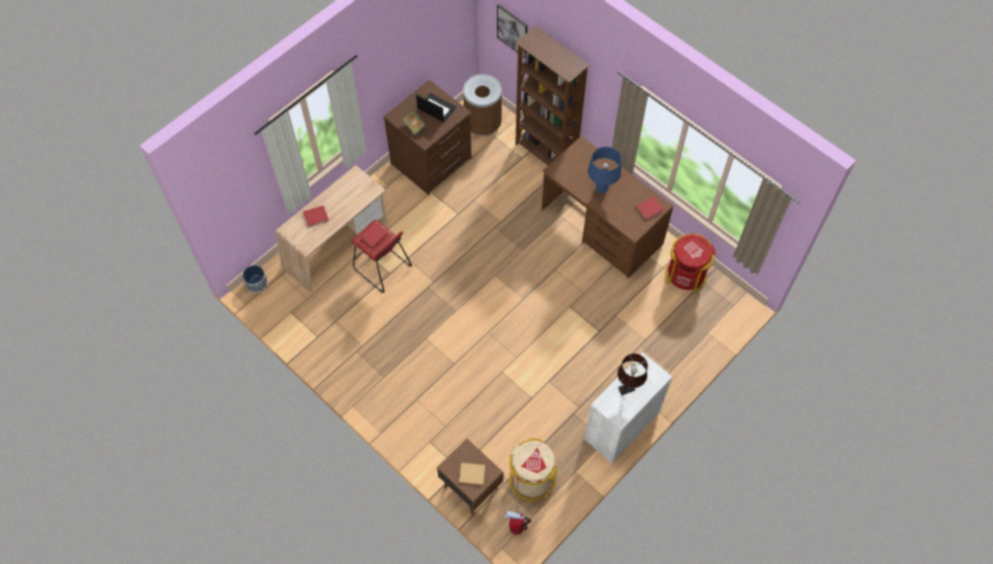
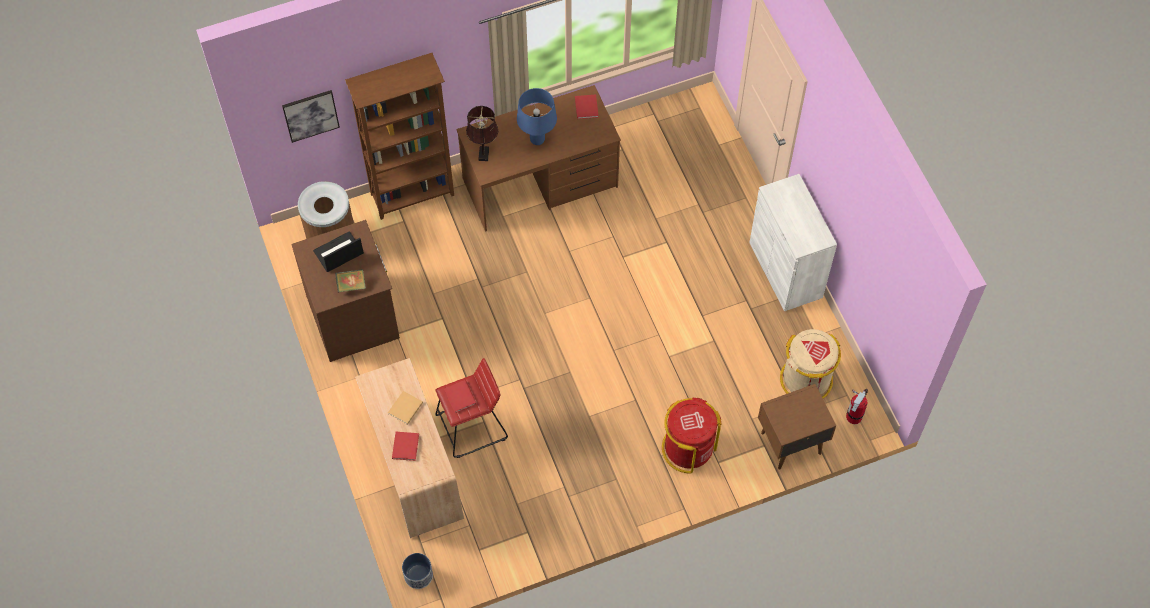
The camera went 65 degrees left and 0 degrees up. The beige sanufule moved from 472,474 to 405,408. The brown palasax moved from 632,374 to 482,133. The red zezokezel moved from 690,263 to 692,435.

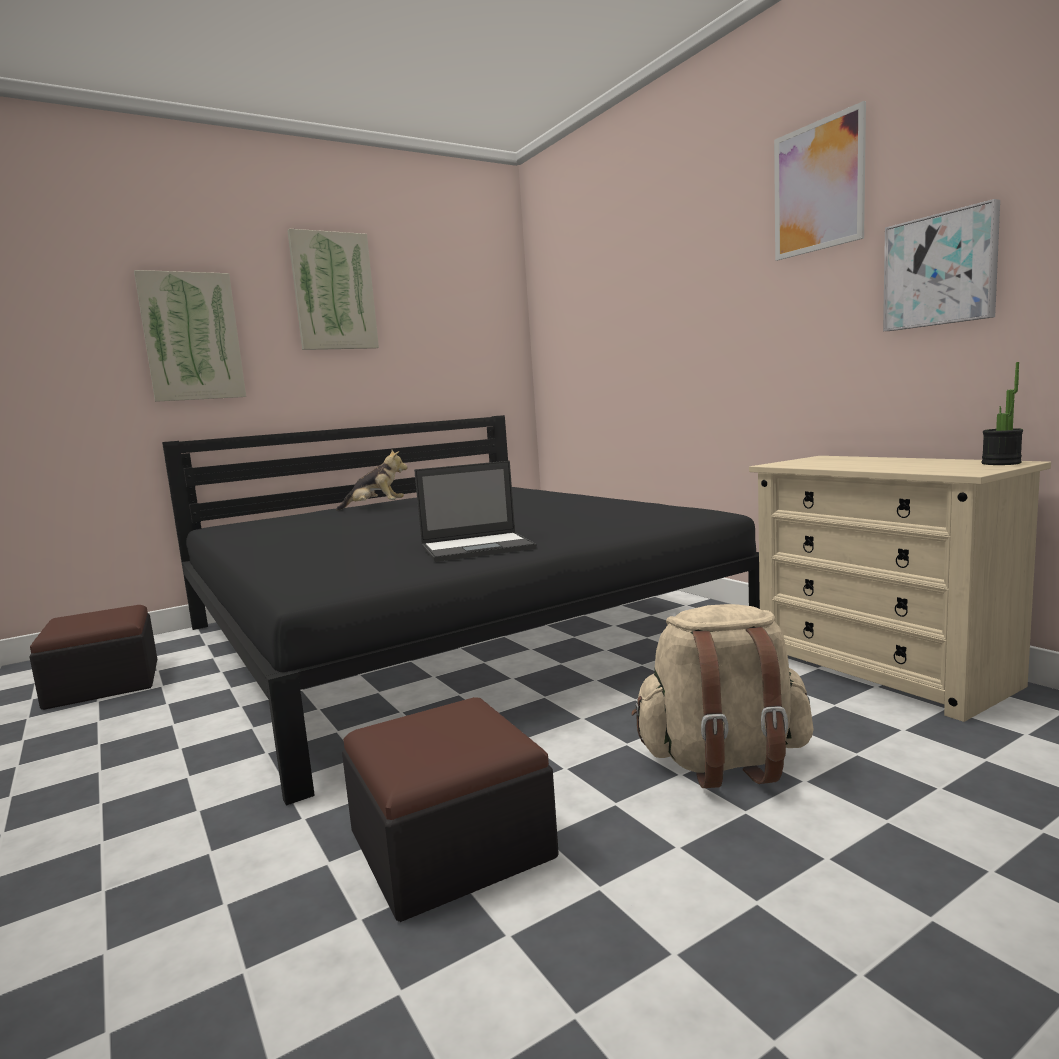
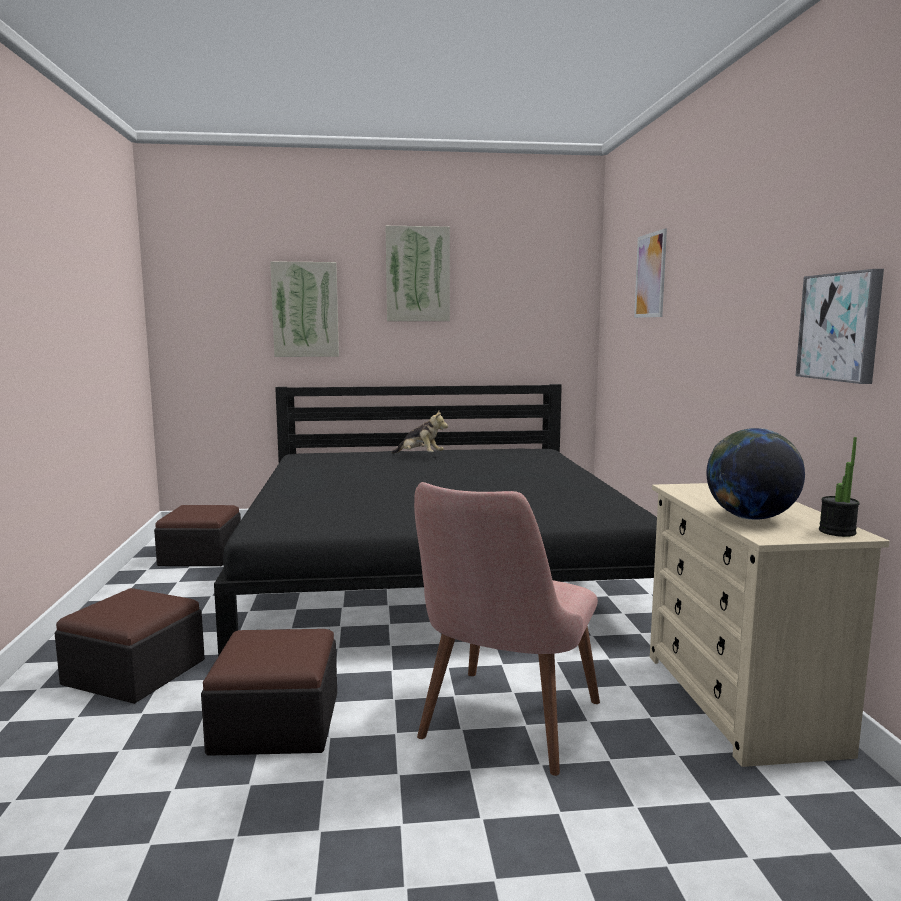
The camera went 25 degrees right and 0 degrees up. The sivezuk at 130,646 appeared. The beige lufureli at 722,696 was replaced by the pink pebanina at 507,629. The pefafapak moved from 820,181 to 650,273. The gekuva at 755,473 appeared. The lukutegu at 475,511 disappeared.

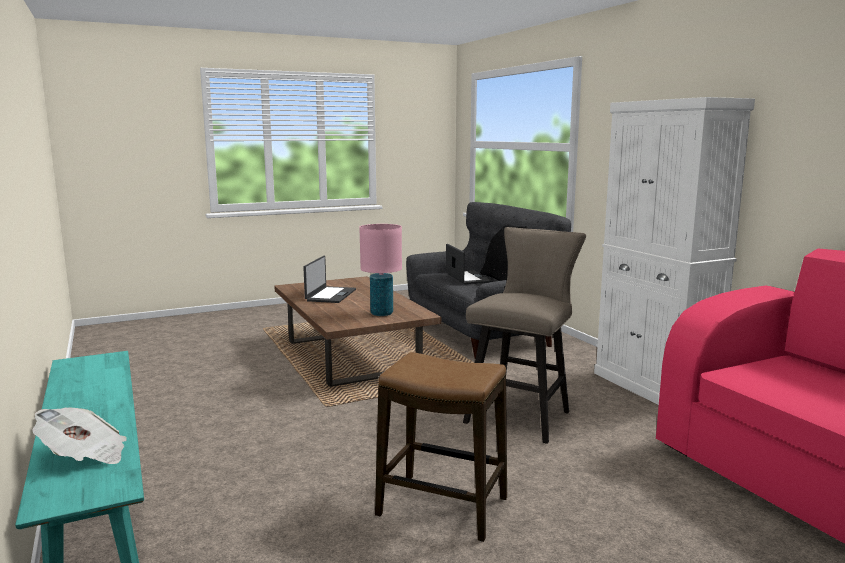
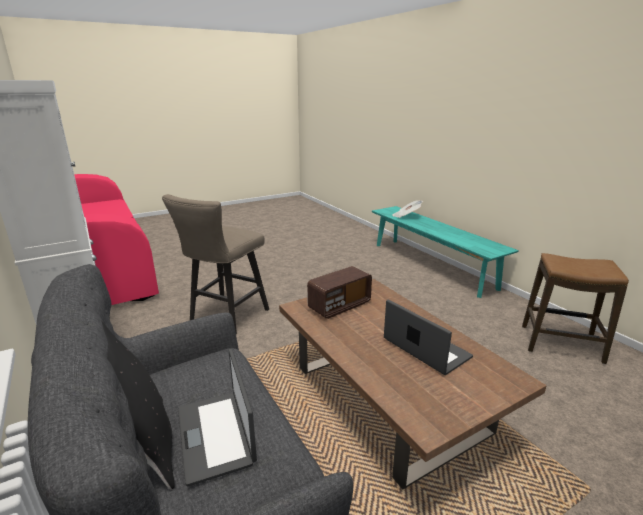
The camera went 175 degrees right and 10 degrees up. The pink palasax at 380,270 was replaced by the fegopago at 339,292. The lukutegu at 329,279 turned 135 degrees clockwise. The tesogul moved from 441,447 to 575,308.

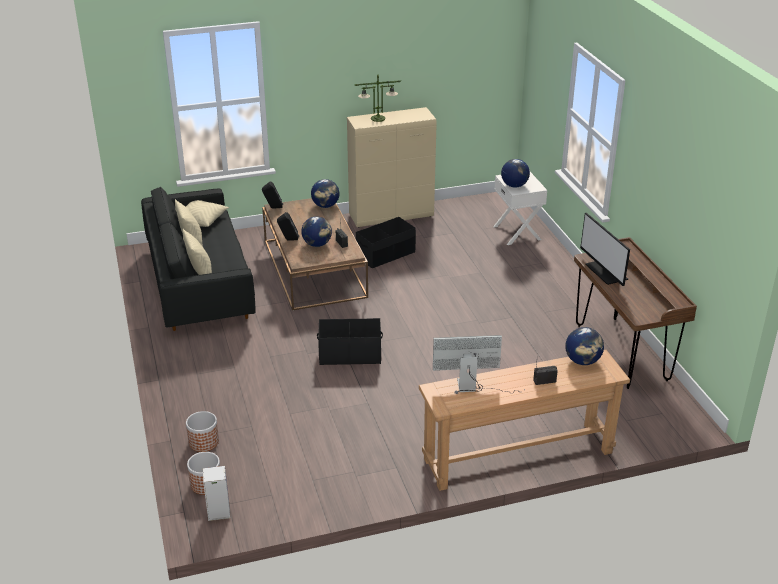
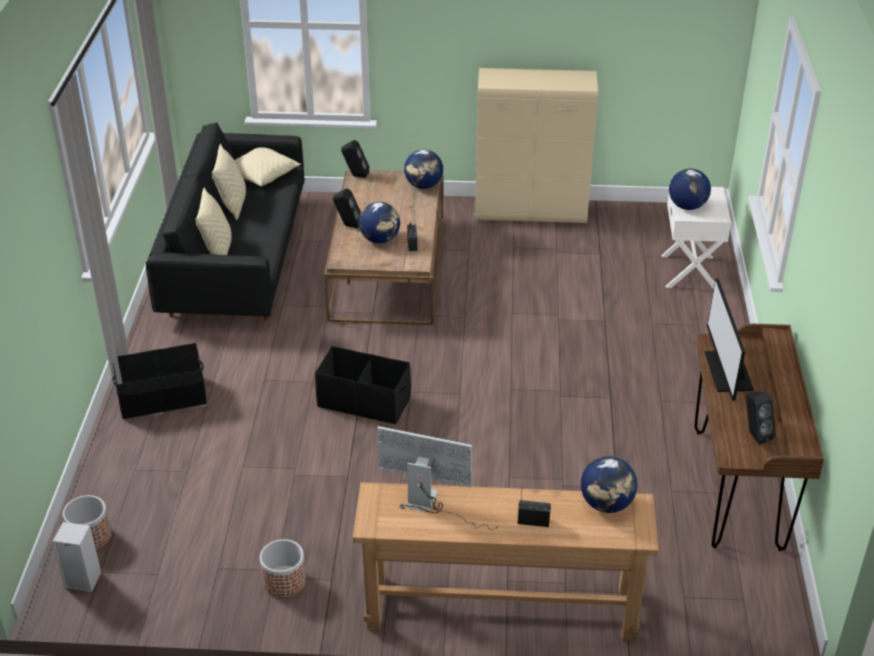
The camera went 20 degrees right and 5 degrees up. The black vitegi moved from 386,243 to 160,381. The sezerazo moved from 202,431 to 283,568. The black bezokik at 761,418 appeared. The palasax at 378,98 disappeared.

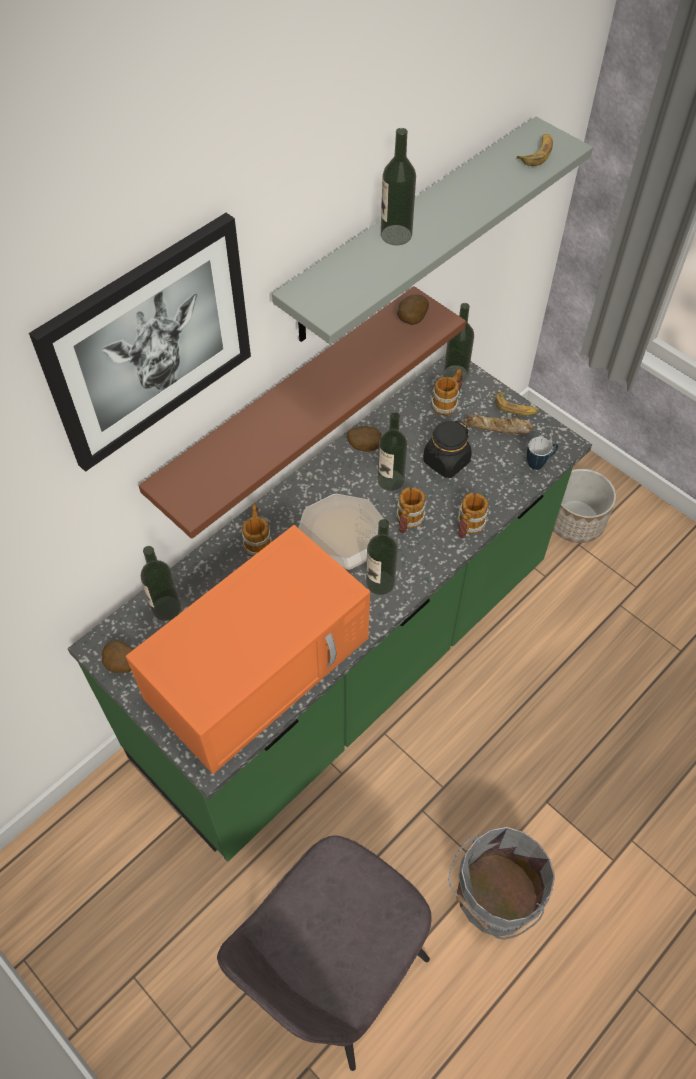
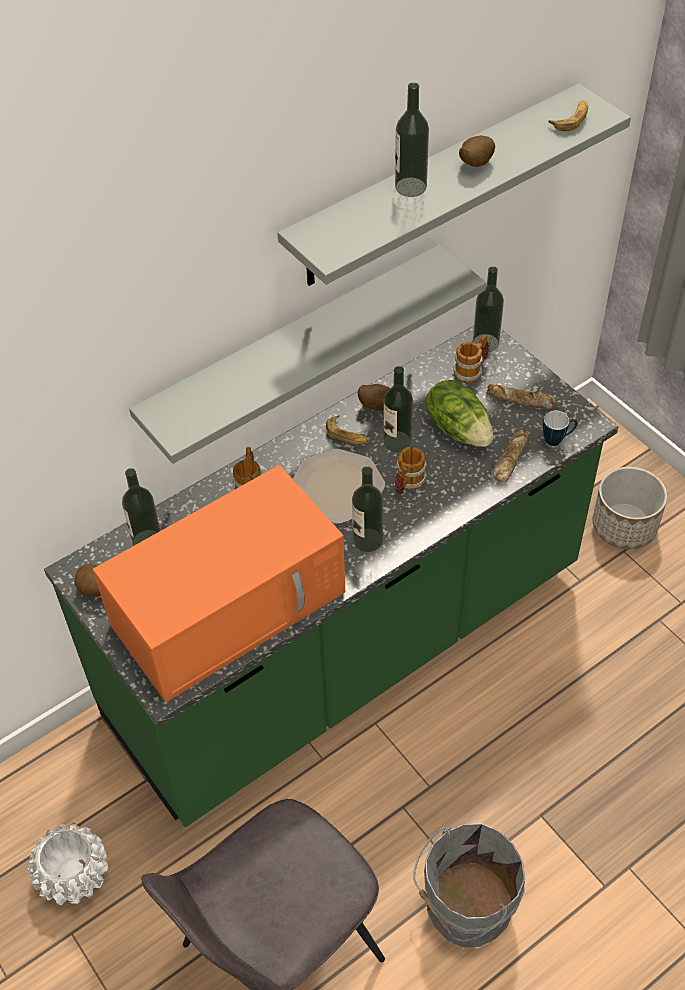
The camera went 10 degrees right and 5 degrees down. The white sezerazo at 68,863 appeared. The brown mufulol at 302,412 became the grey mufulol at 307,354. The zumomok moved from 517,403 to 348,429. The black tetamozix at 447,449 was replaced by the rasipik at 459,413. The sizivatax moved from 413,309 to 477,151. The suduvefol at 512,455 appeared. The pefafapak at 140,342 disappeared. The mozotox at 473,515 disappeared.

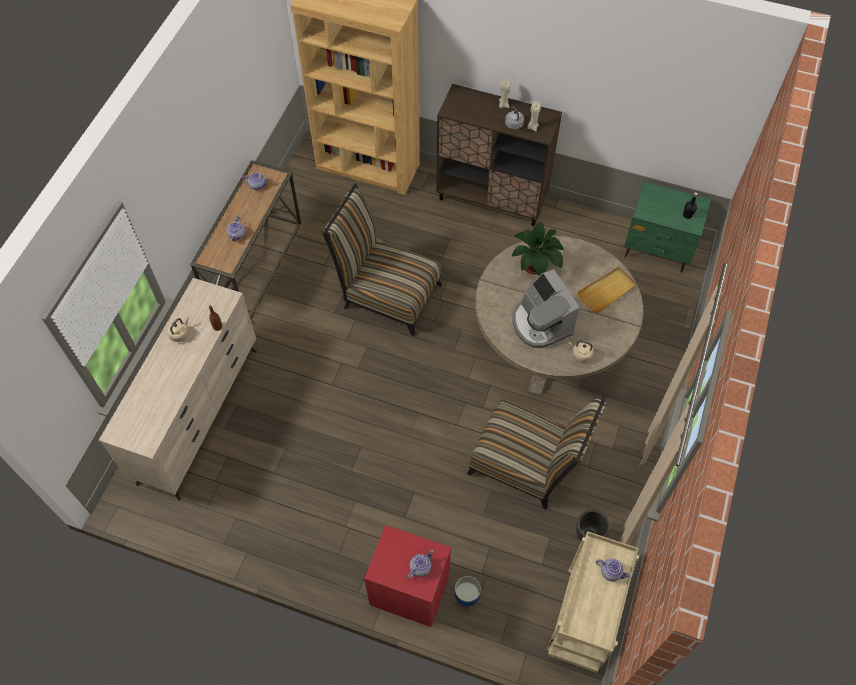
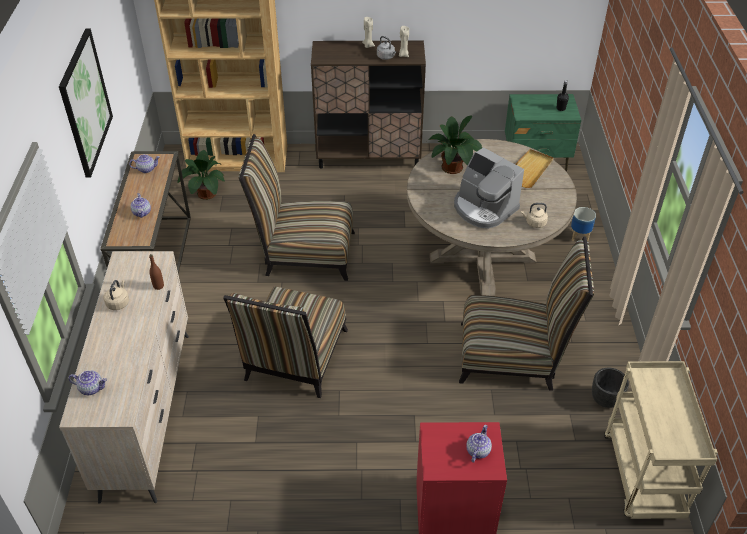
The camera went 20 degrees left and 15 degrees down. The pefafapak at 86,102 appeared. The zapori moved from 613,570 to 87,382. The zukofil at 201,175 appeared. The pebanina at 285,342 appeared. The sezerazo moved from 467,593 to 583,224.

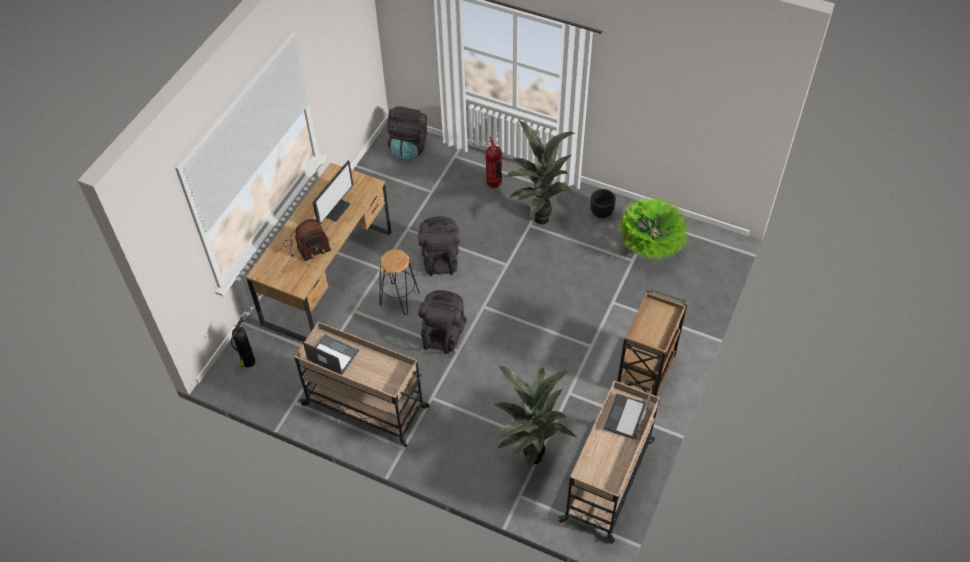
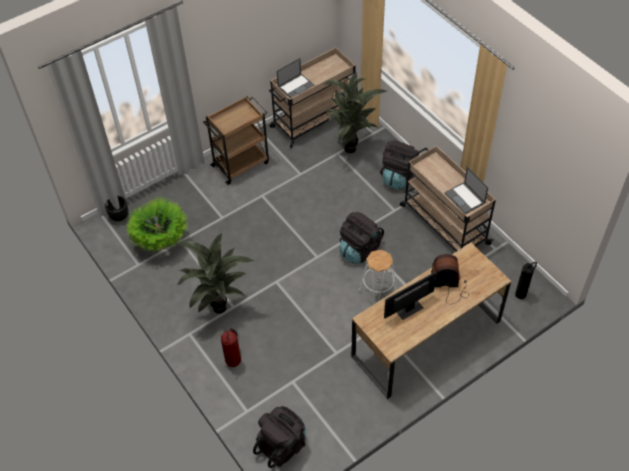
The camera went 150 degrees left and 0 degrees up. The black sezerazo moved from 603,204 to 116,208. The black tesogul at 399,282 became the white tesogul at 377,277. The black lufureli moved from 438,246 to 399,164.

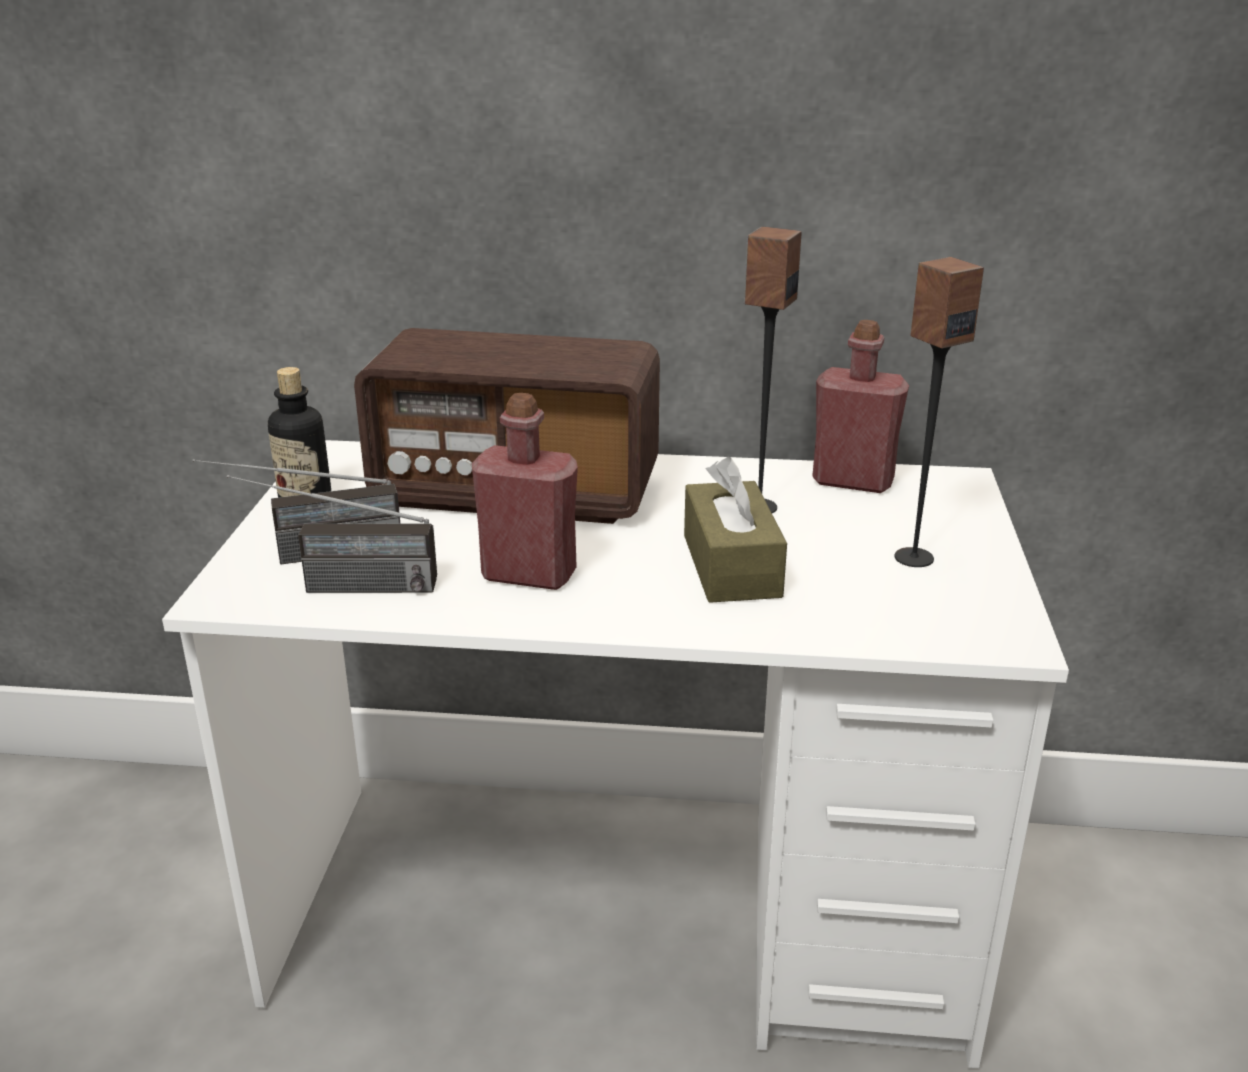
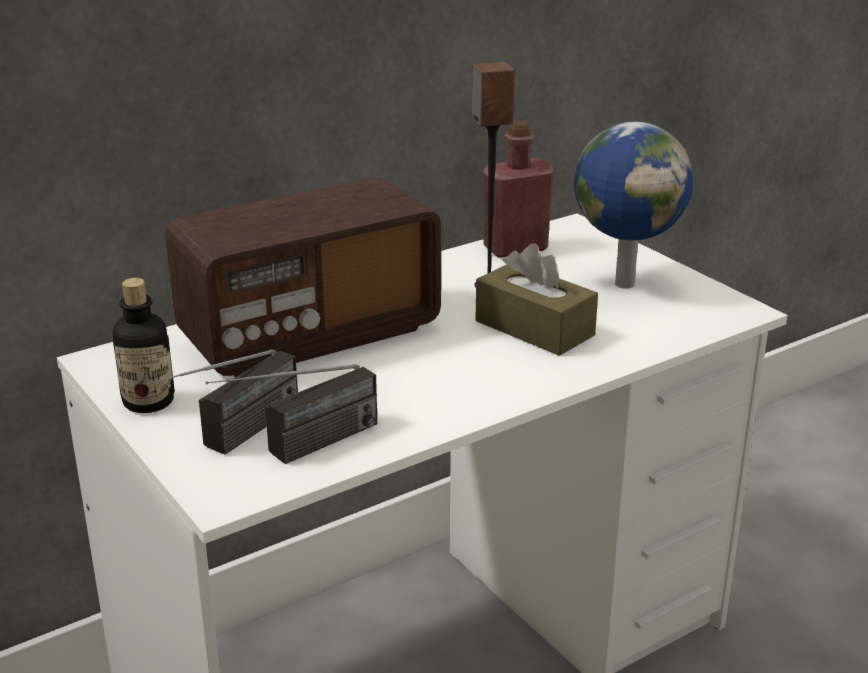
The camera went 40 degrees left and 0 degrees up. The bezokik at 939,412 was replaced by the gekuva at 633,205. The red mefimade at 525,491 disappeared.

